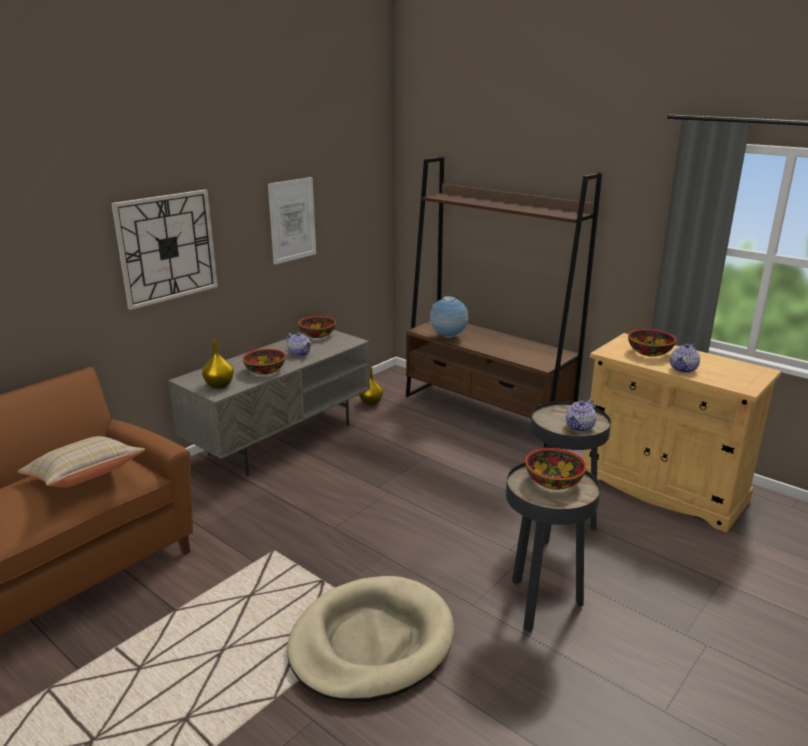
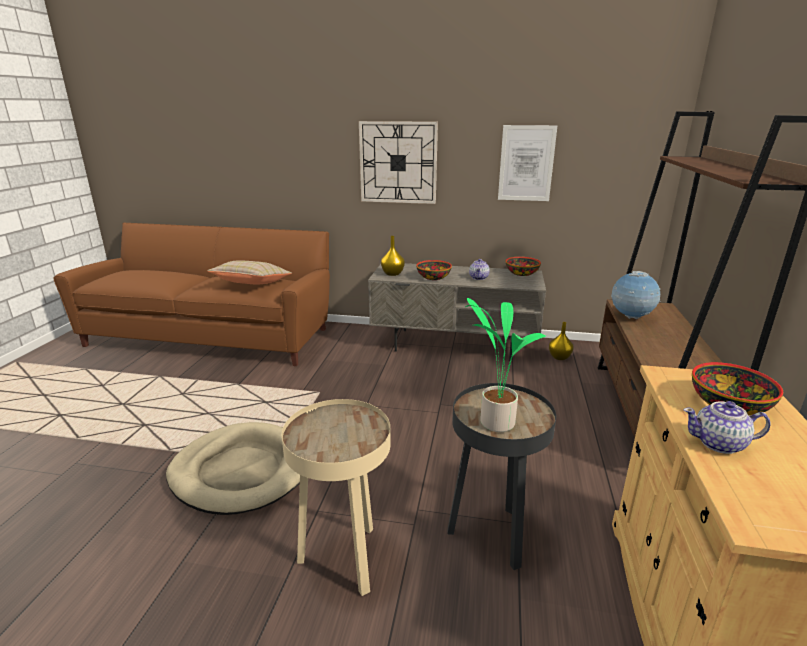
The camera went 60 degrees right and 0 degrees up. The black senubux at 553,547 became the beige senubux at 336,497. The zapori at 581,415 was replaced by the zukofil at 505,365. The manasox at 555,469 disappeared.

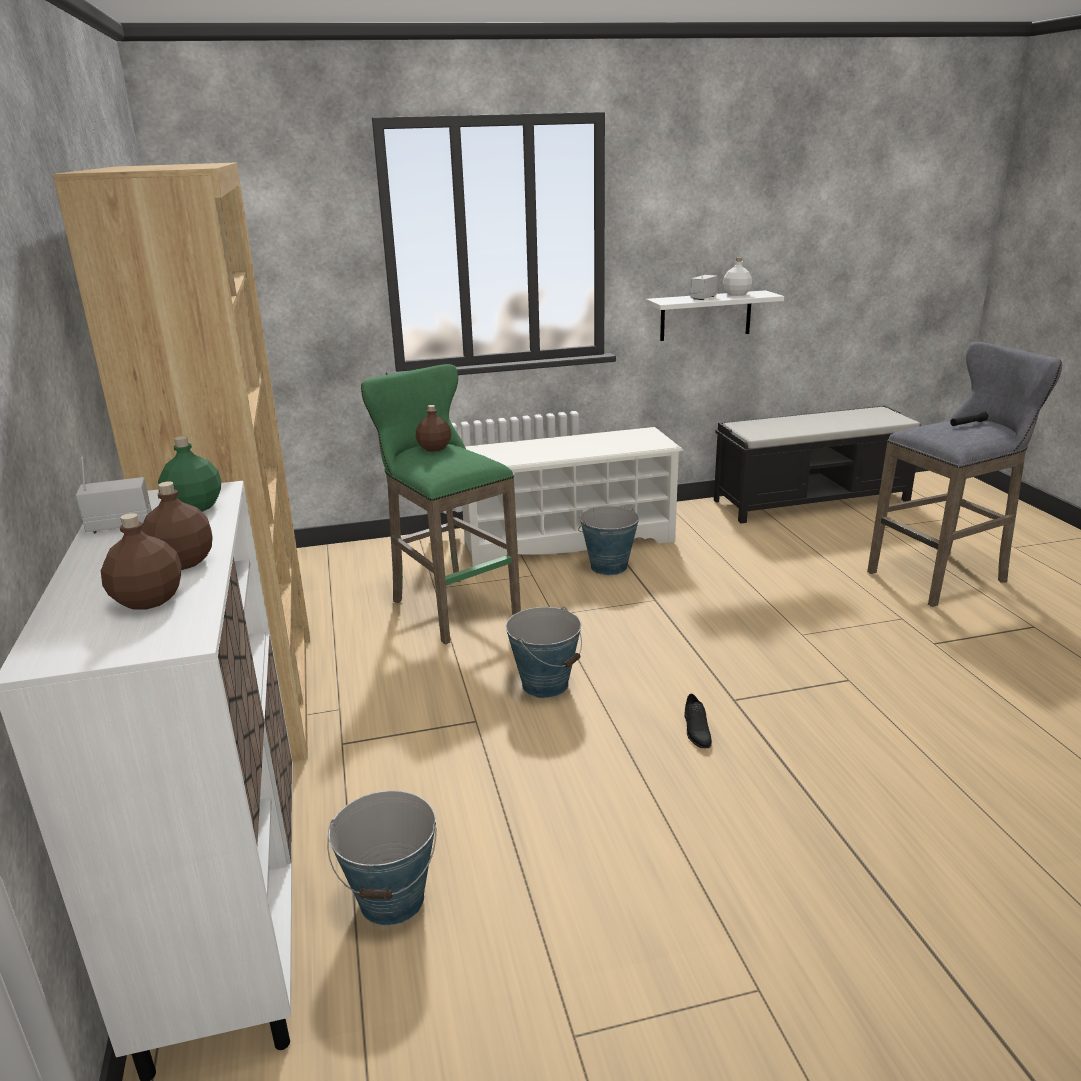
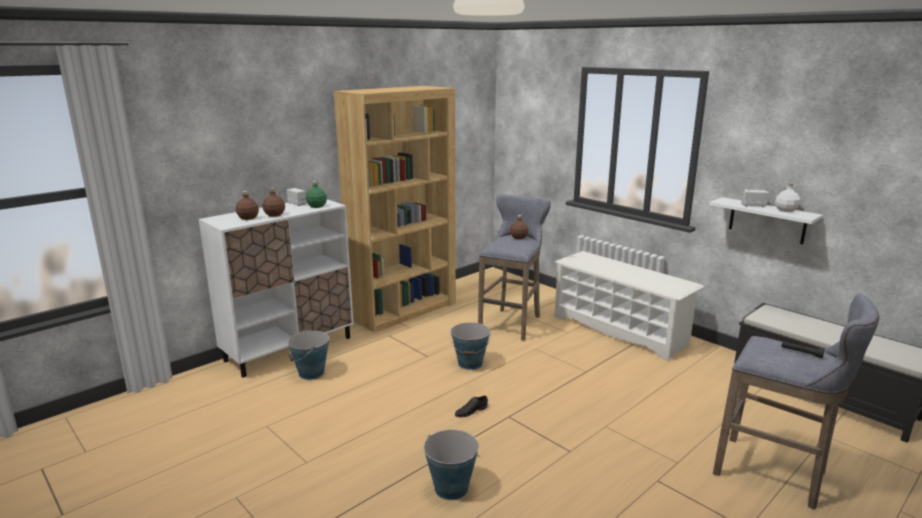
The camera went 60 degrees right and 5 degrees down. The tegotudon moved from 608,540 to 452,464. The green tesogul at 441,504 became the grey tesogul at 514,267.

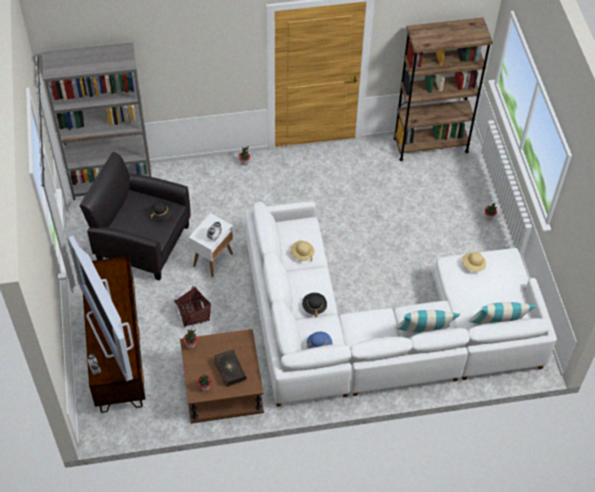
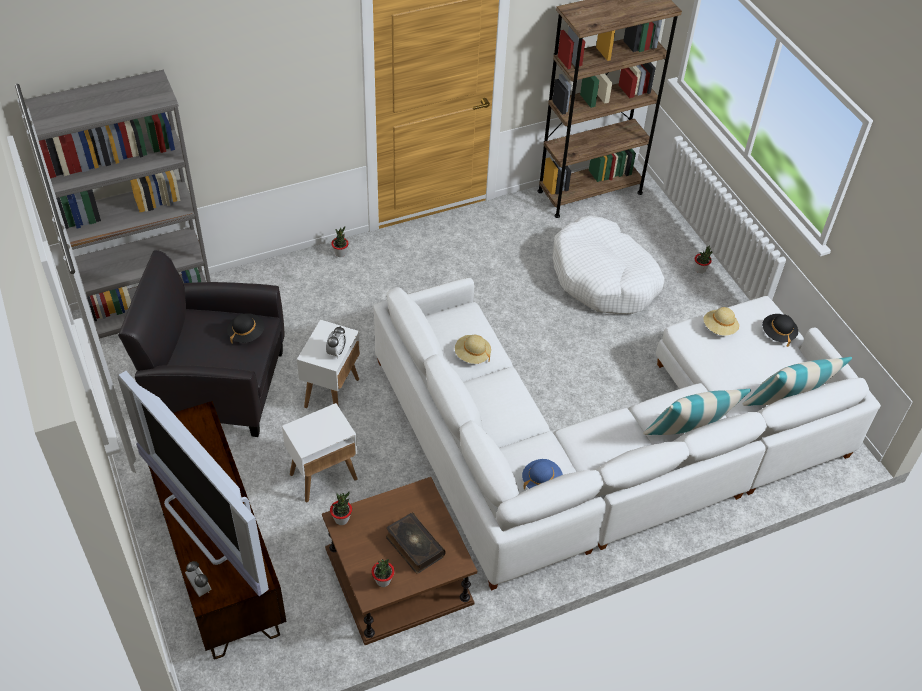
The camera went 15 degrees left and 5 degrees down. The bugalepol at 192,306 was replaced by the white senubux at 319,452. The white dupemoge at 608,265 appeared. The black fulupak moved from 314,305 to 780,330.

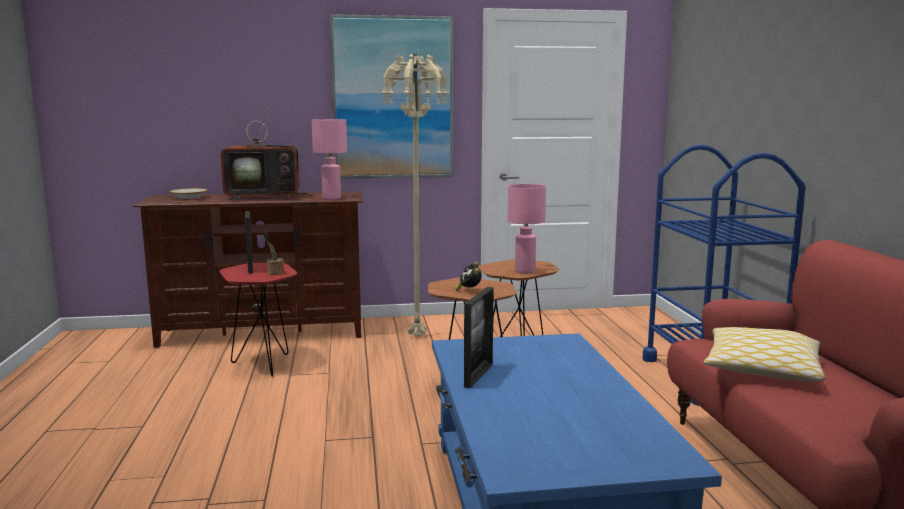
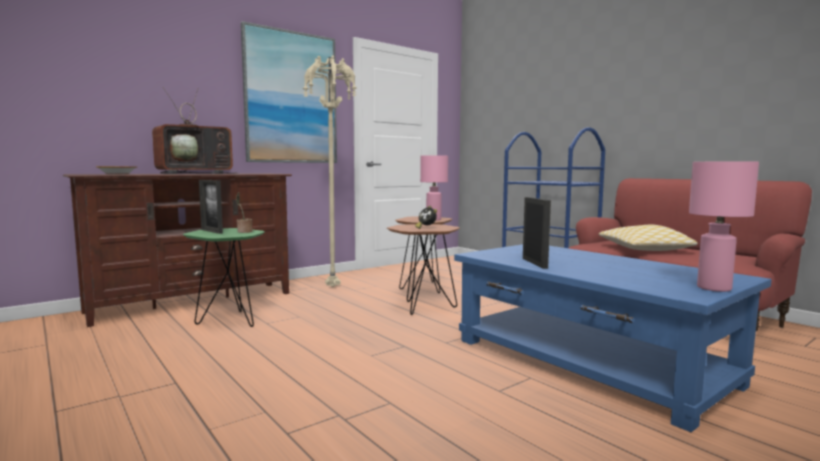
The camera went 30 degrees left and 5 degrees down. The red senubux at 258,320 became the green senubux at 224,277. The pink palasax moved from 329,159 to 724,226.

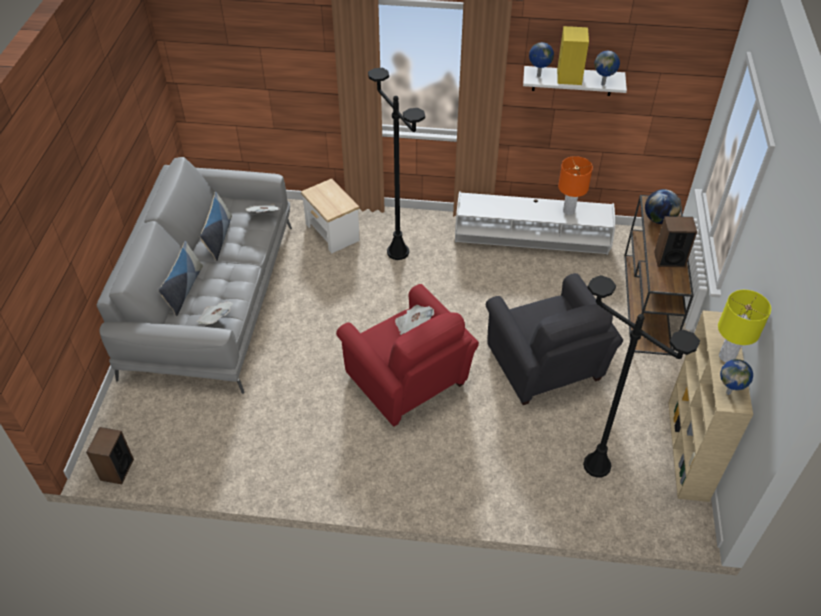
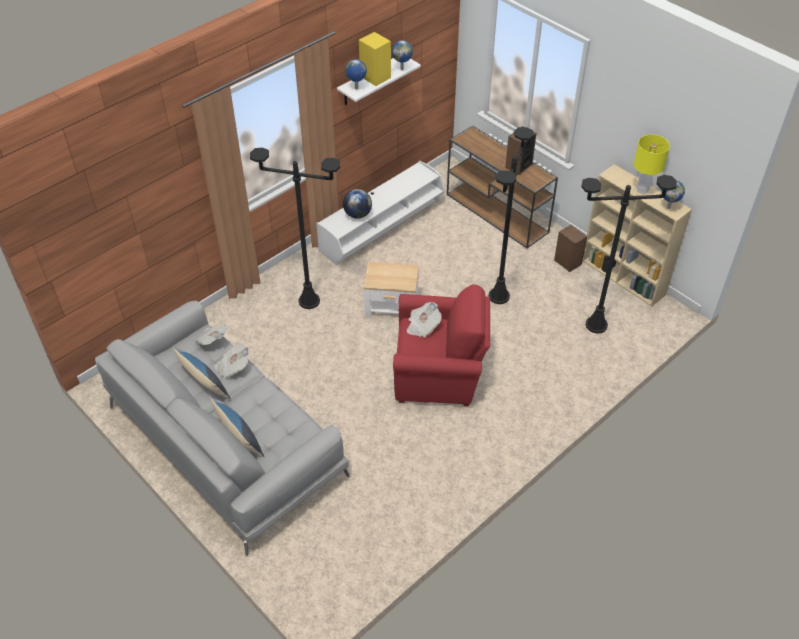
The camera went 50 degrees left and 0 degrees up. The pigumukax moved from 215,313 to 232,361. The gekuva moved from 663,206 to 357,204. The senubux moved from 330,216 to 391,289. The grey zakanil at 554,339 was replaced by the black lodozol at 511,215. The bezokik moved from 110,455 to 570,248. The orange palasax at 575,185 disappeared.

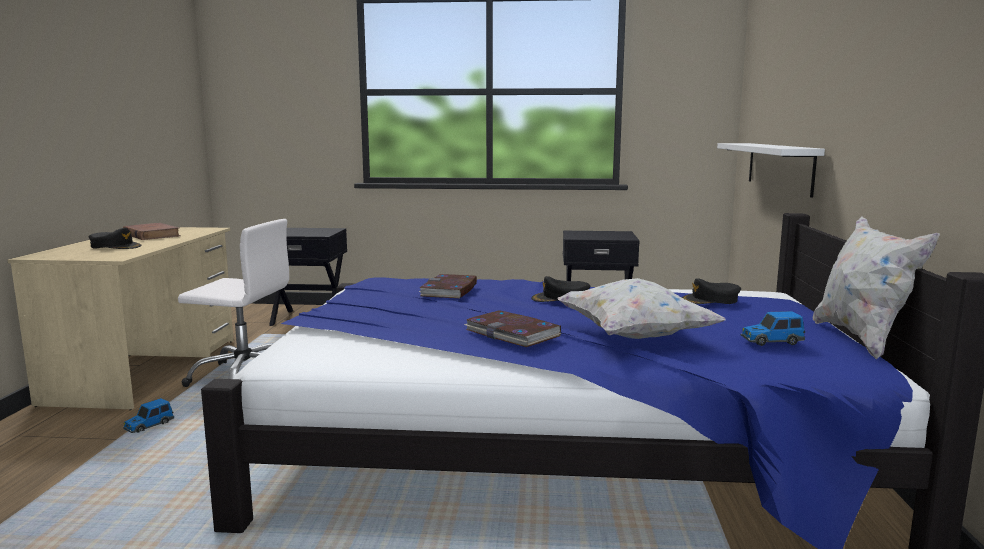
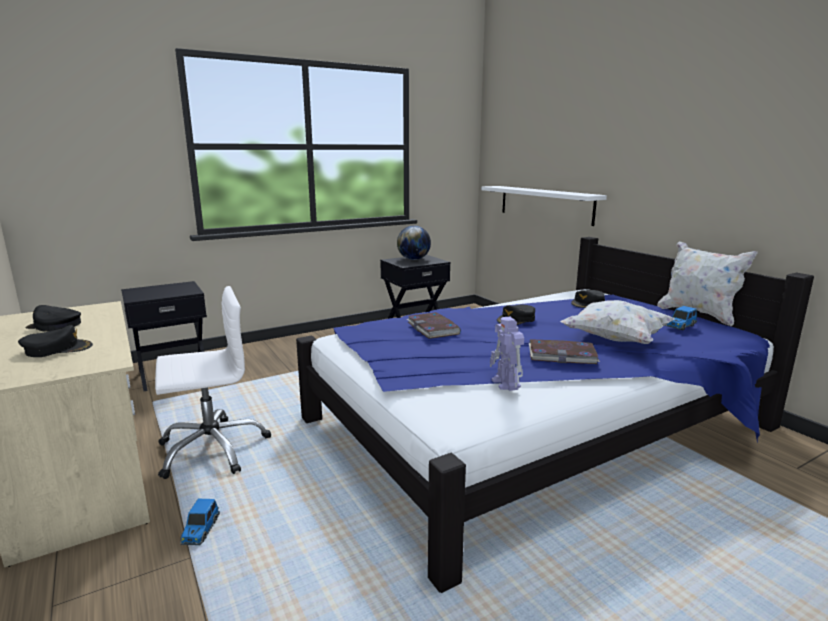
The camera went 35 degrees left and 5 degrees up. The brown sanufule at 152,231 was replaced by the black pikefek at 53,318. The gekuva at 414,243 appeared. The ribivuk at 507,354 appeared.

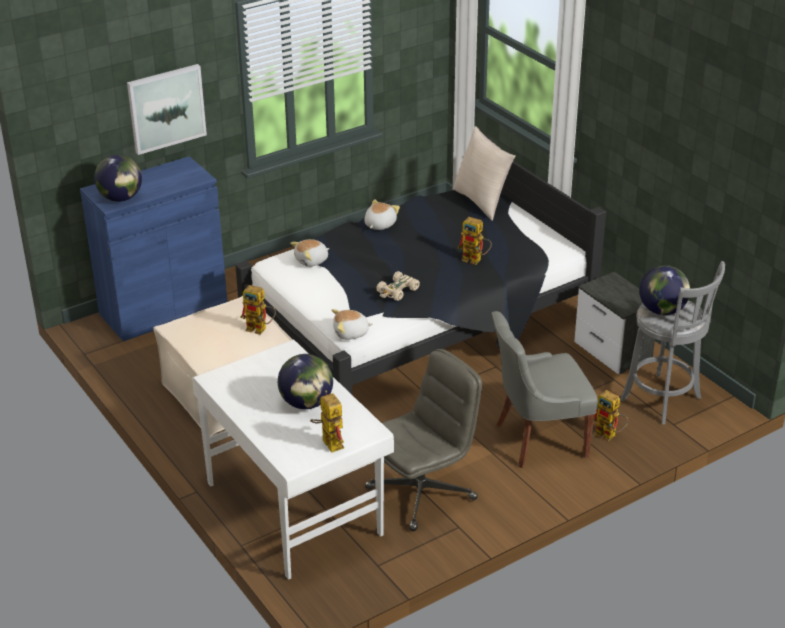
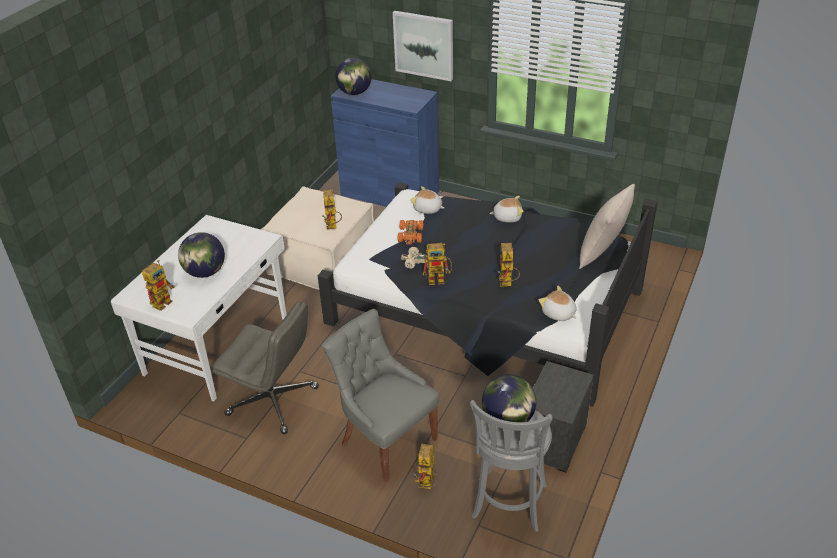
The camera went 60 degrees right and 5 degrees up. The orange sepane at 410,232 appeared. The ribivuk at 437,264 appeared. The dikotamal moved from 352,324 to 558,303.

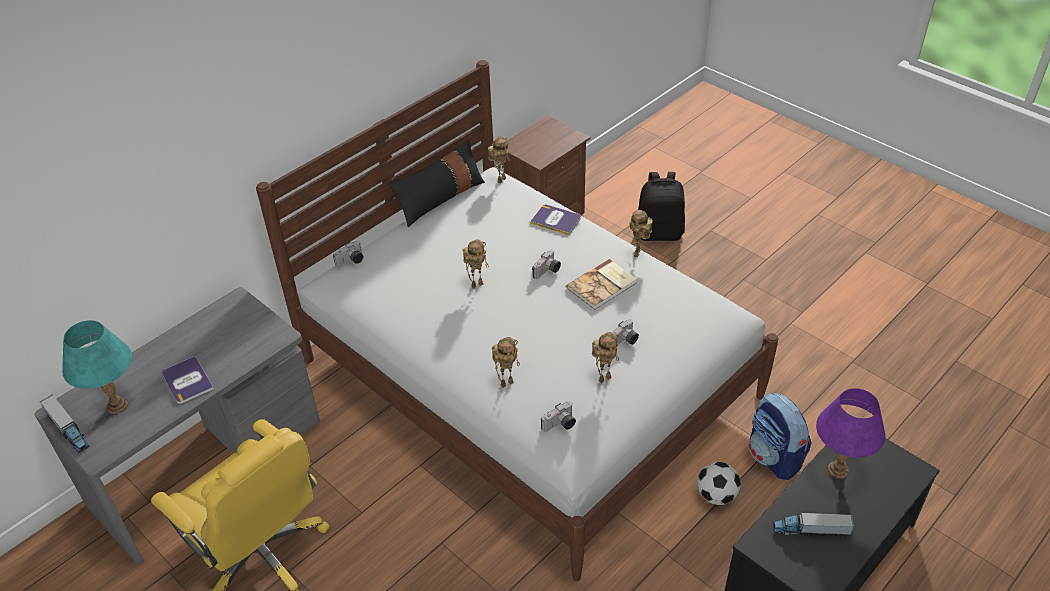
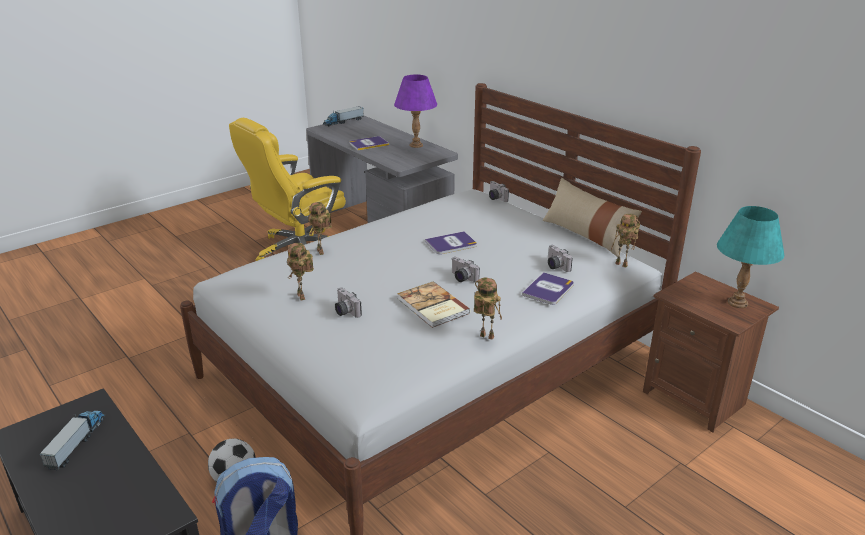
The camera went 95 degrees right and 15 degrees down. The purple palasax moved from 850,433 to 415,111. The ribivuk at 476,264 was replaced by the sanufule at 451,242. The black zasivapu at 436,183 became the beige zasivapu at 592,217. The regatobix moved from 558,416 to 560,258. The turquoise palasax moved from 97,367 to 750,257. The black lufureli at 661,206 disappeared.

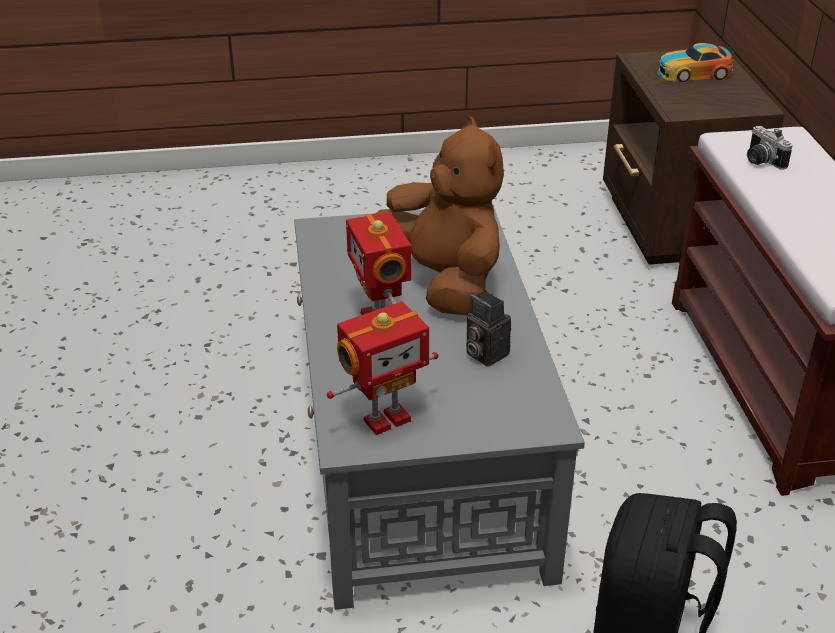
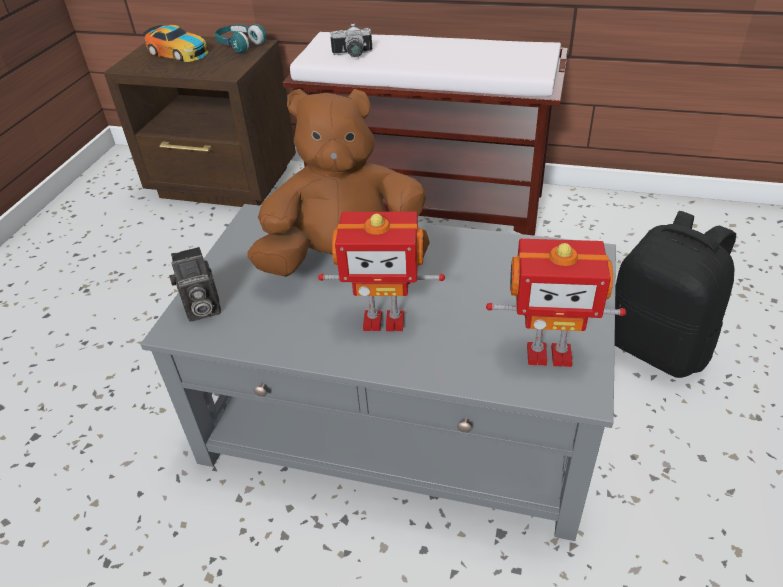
The camera went 65 degrees left and 5 degrees up. The sepane at 696,62 turned 75 degrees counterclockwise. The regatobix moved from 488,328 to 195,284. The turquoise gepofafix at 241,38 appeared. The ribivuk at 382,368 turned 105 degrees clockwise.

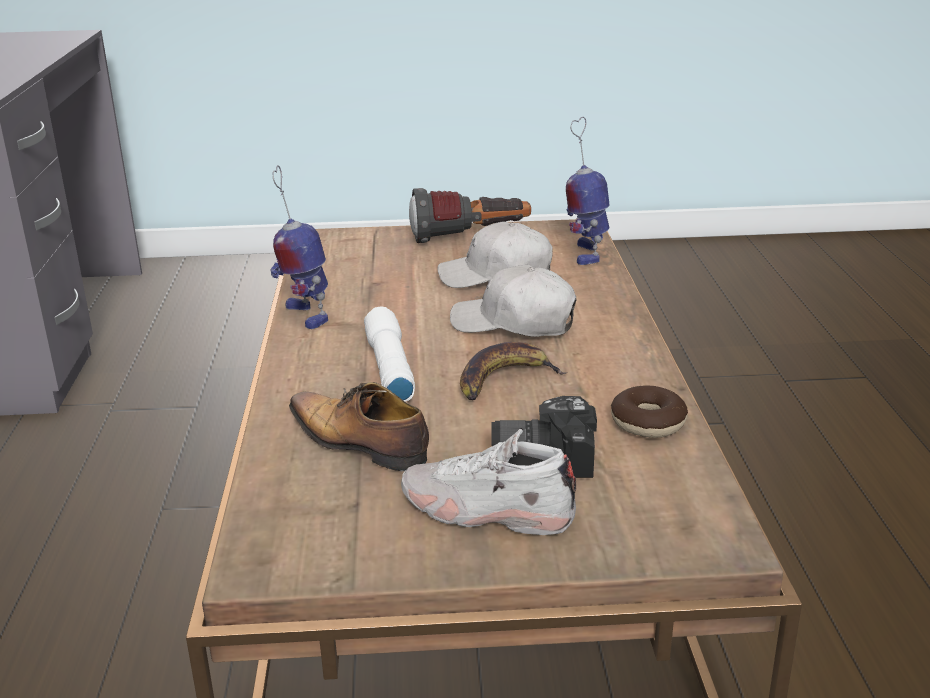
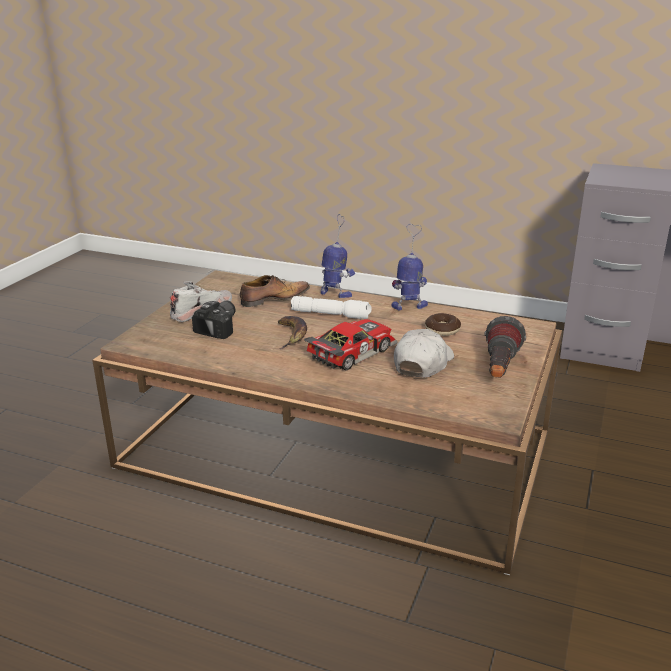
The camera went 115 degrees right and 0 degrees up. The white pikefek at 513,300 was replaced by the sepane at 351,345. The ribivuk moved from 588,190 to 338,256. The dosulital moved from 649,412 to 443,324.

